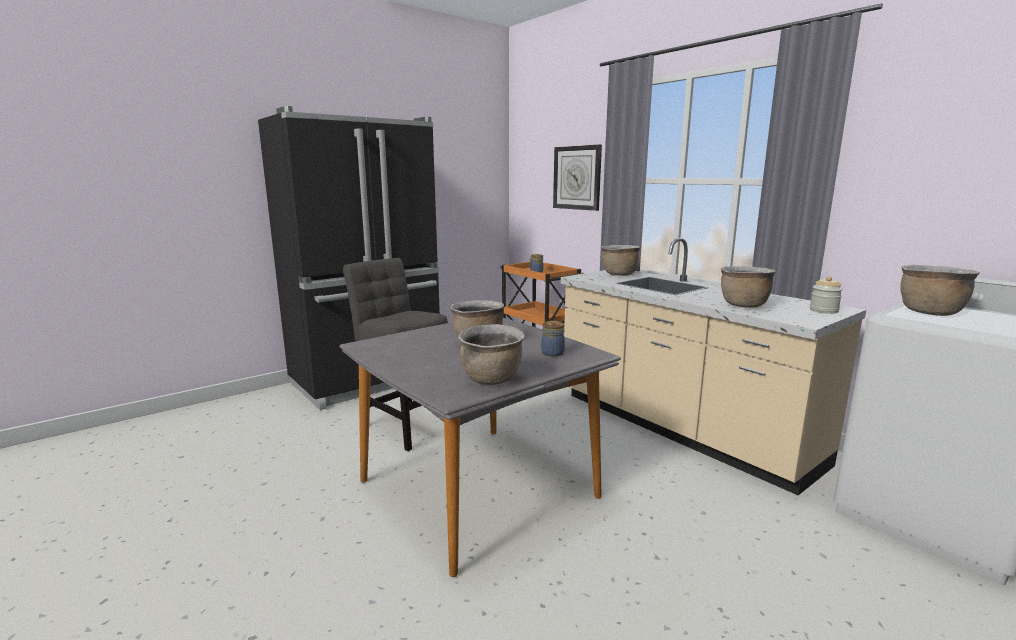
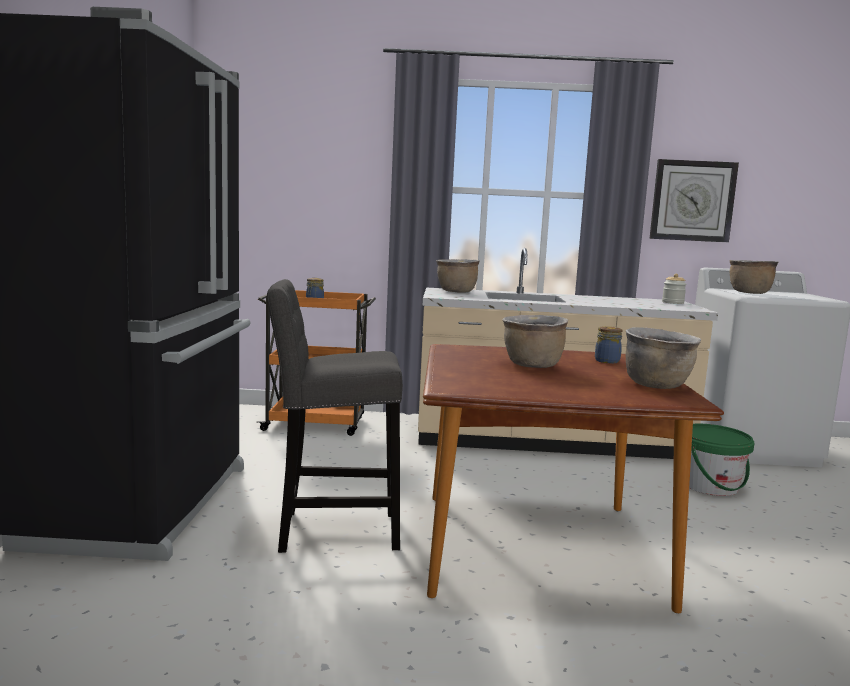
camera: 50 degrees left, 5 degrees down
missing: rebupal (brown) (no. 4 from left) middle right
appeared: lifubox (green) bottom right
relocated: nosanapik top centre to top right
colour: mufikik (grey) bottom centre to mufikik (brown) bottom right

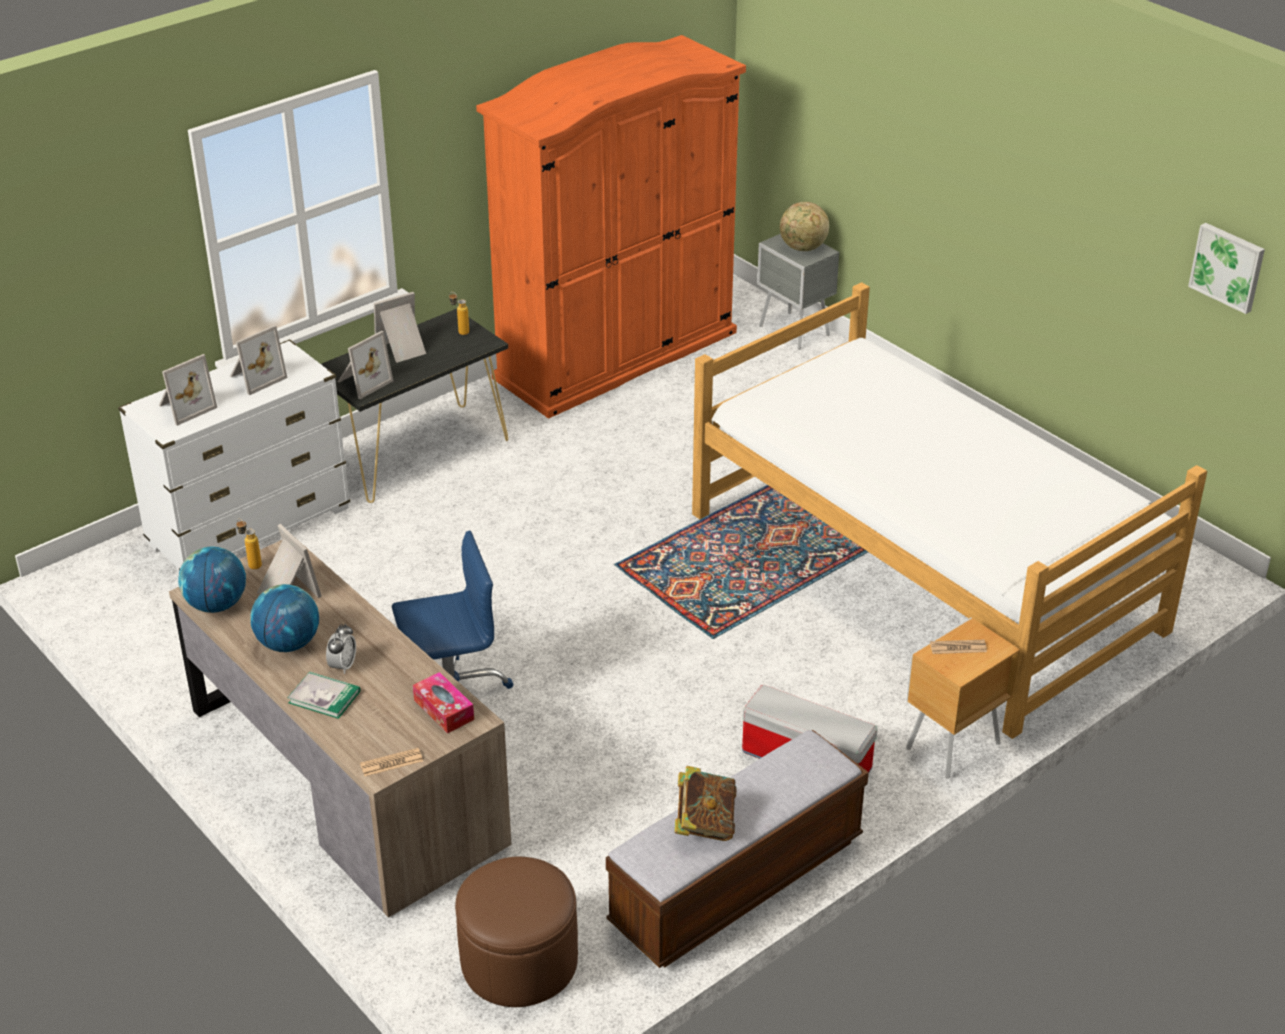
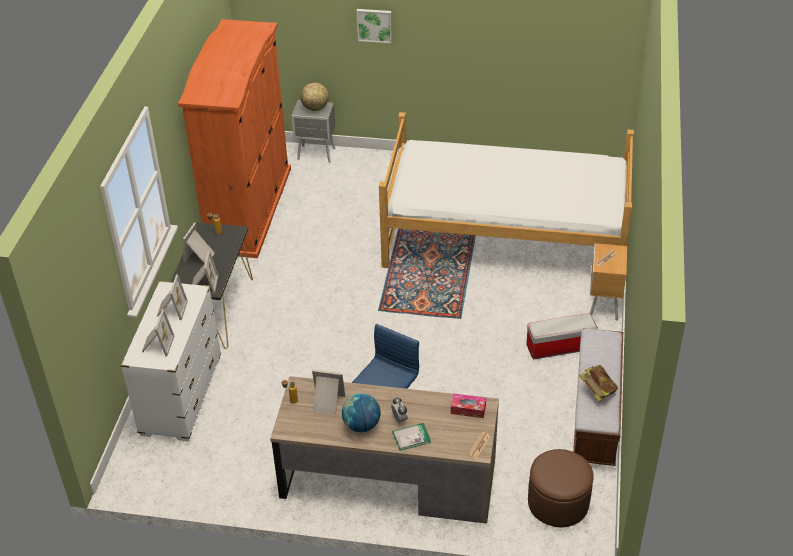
camera: 40 degrees left, 5 degrees up
missing: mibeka (no. 1 from left) middle left
relocated: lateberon top right to top centre

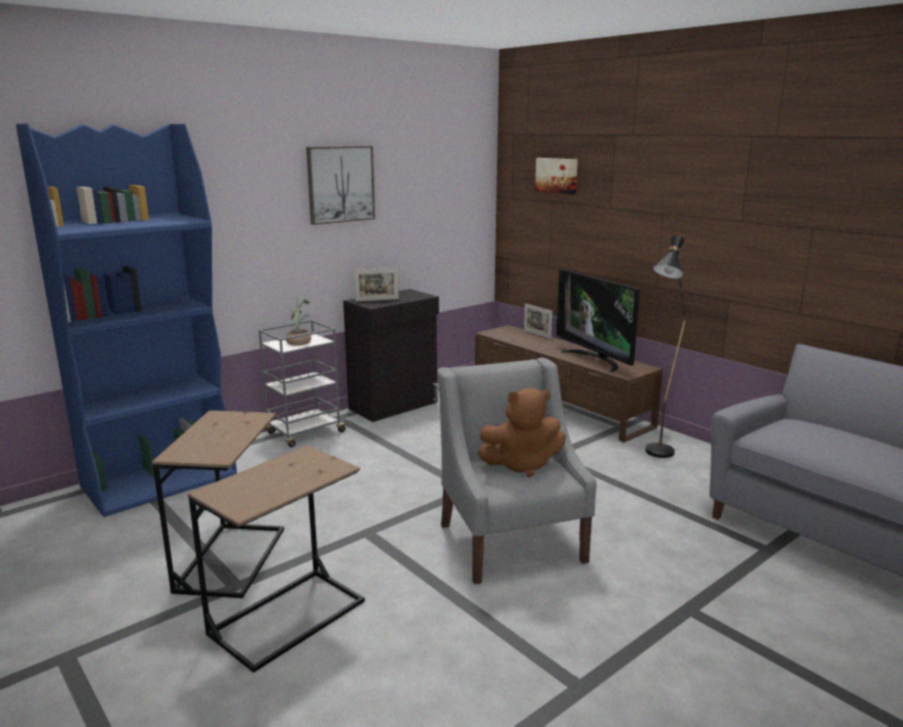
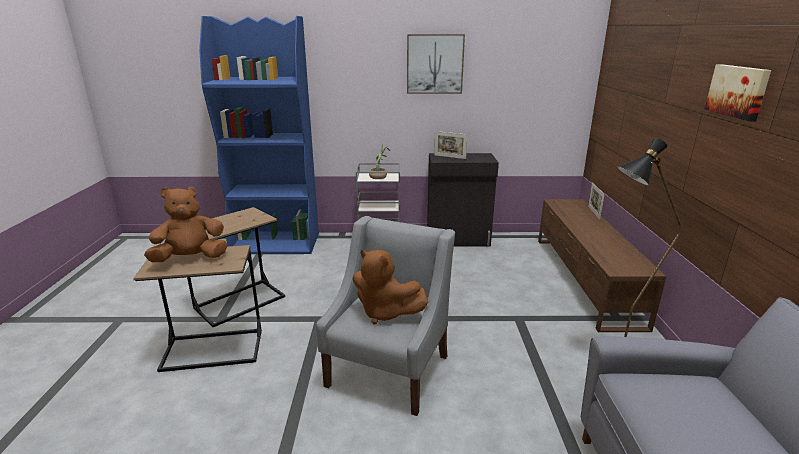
camera: 40 degrees right, 5 degrees up
missing: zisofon centre
appeared: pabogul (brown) (no. 1 from left) middle left
relocated: lateberon (no. 2 from left) top centre to top right

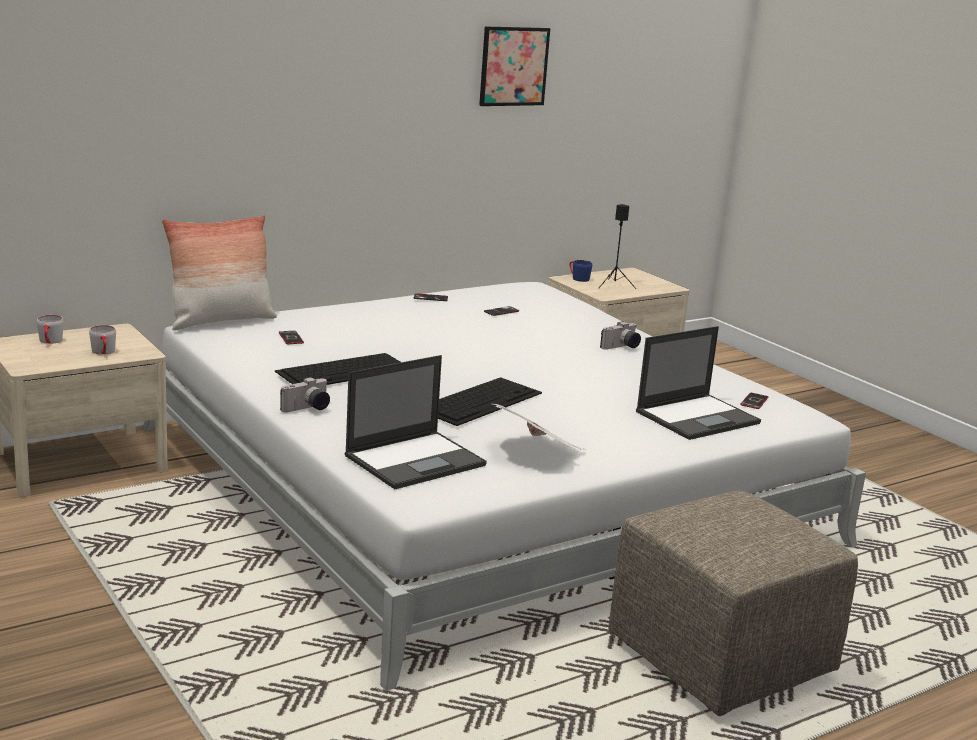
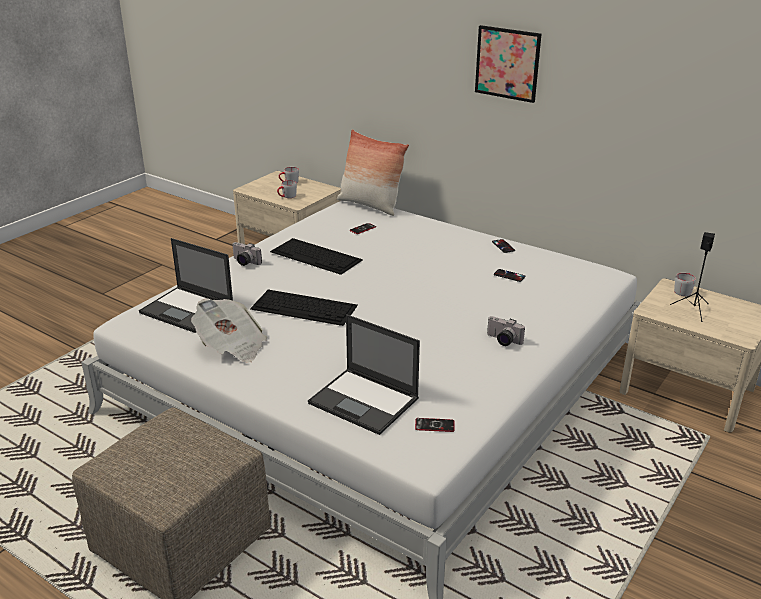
camera: 70 degrees right, 10 degrees up
relocated: lateberon top centre to top right
colour: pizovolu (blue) centre to pizovolu (grey) (no. 3 from left) middle right

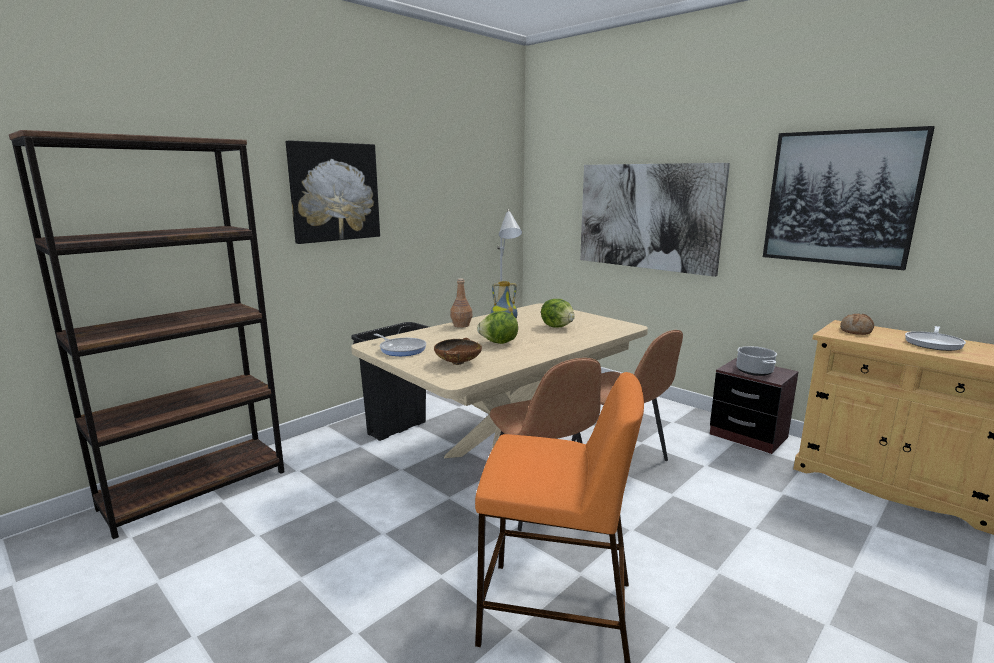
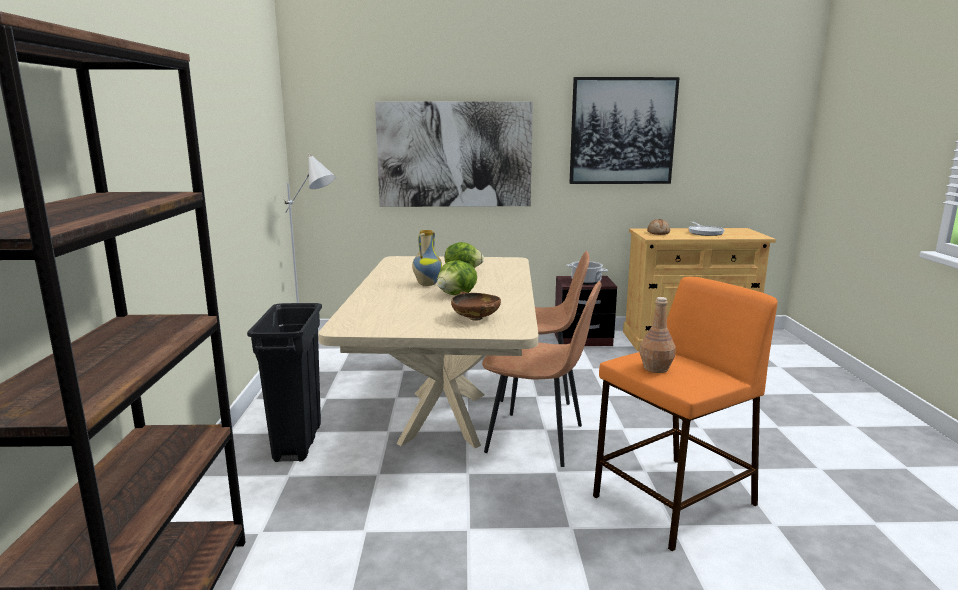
camera: 45 degrees left, 0 degrees up
missing: lateberon (no. 1 from left) top centre; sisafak (no. 1 from left) centre
relocated: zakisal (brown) centre to middle right

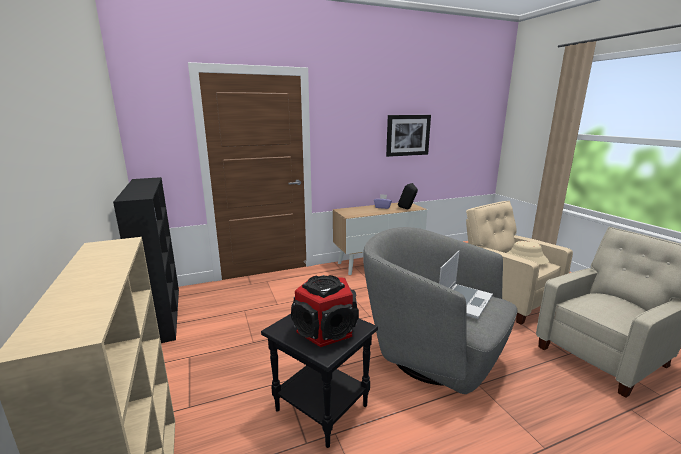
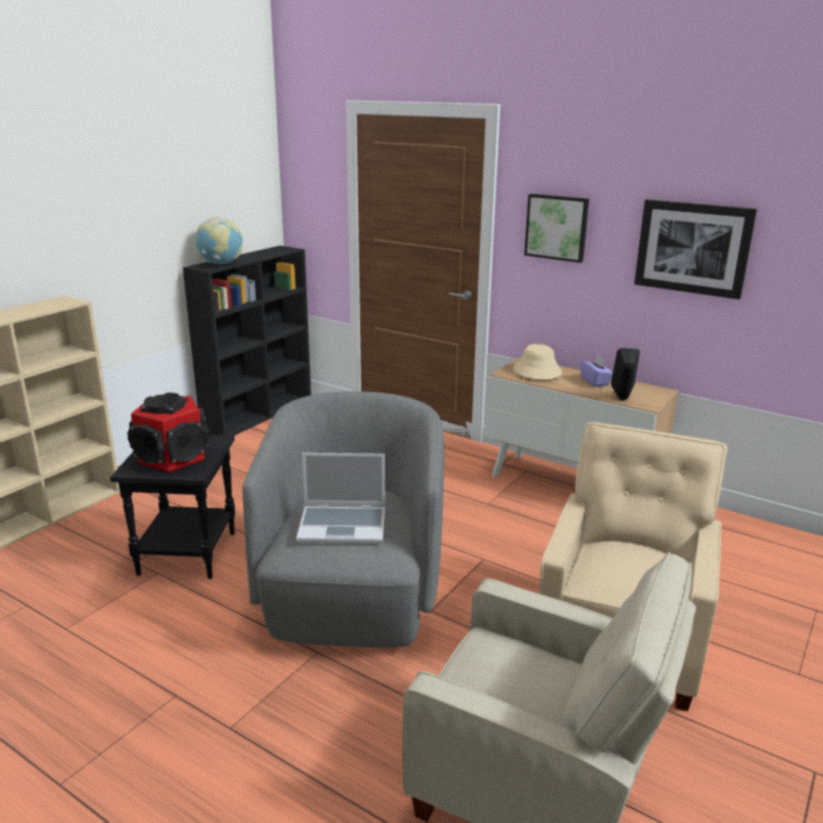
camera: 55 degrees right, 5 degrees up
appeared: mibeka top left; lateberon (no. 1 from left) top right
relocated: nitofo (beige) middle right to centre

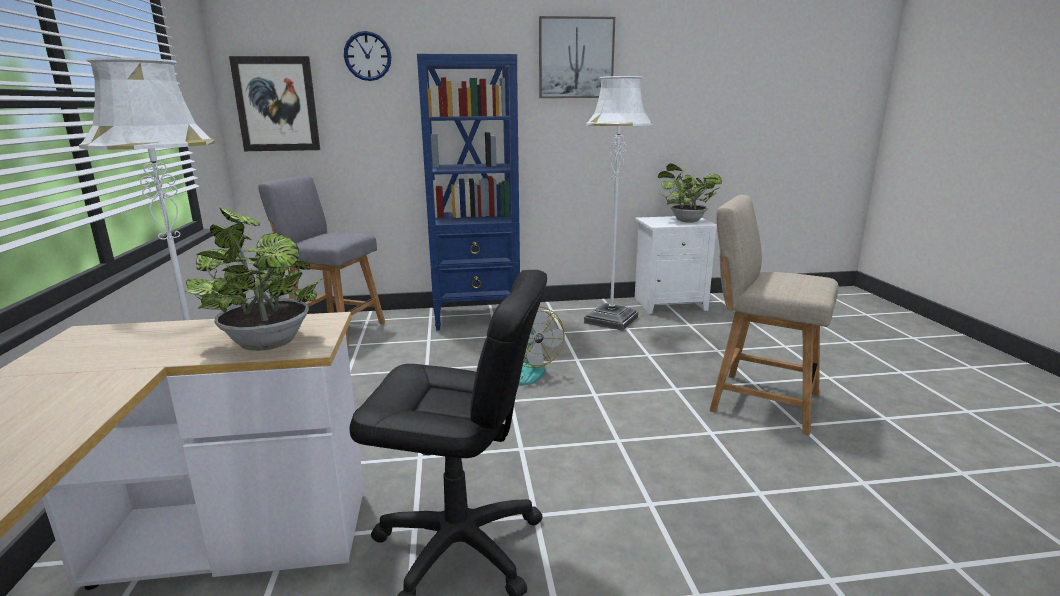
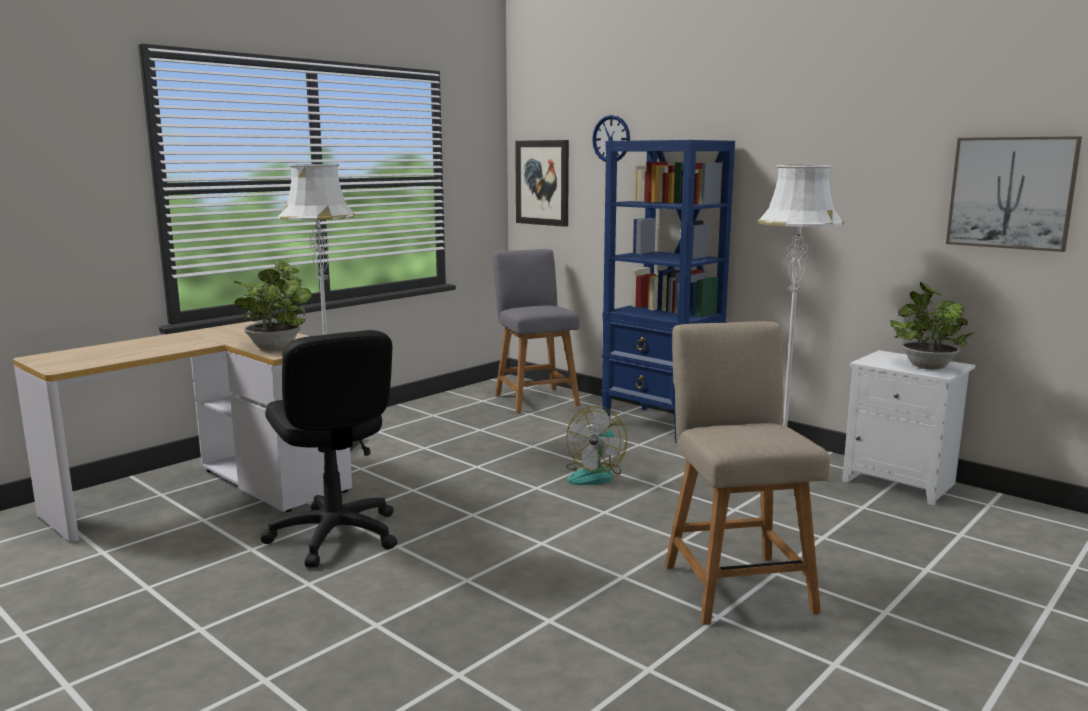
camera: 50 degrees right, 5 degrees down
relocated: lateberon (no. 2 from left) top centre to top right

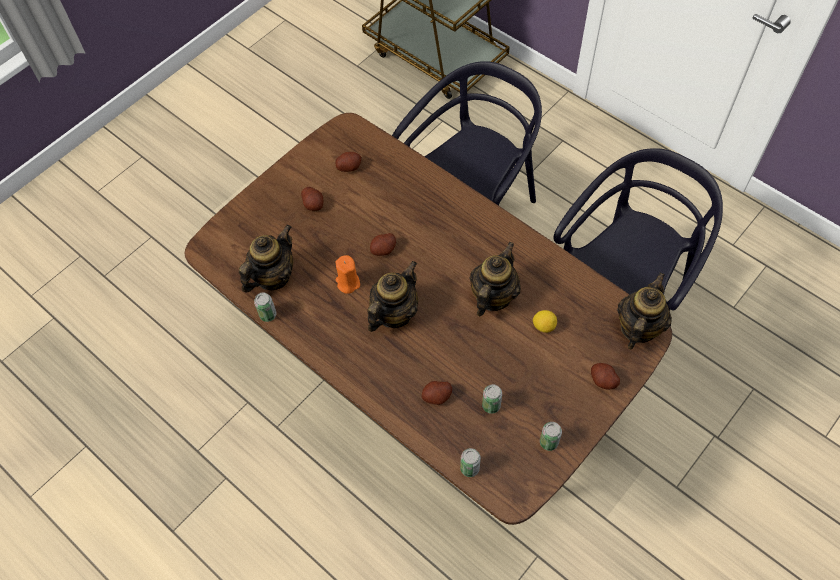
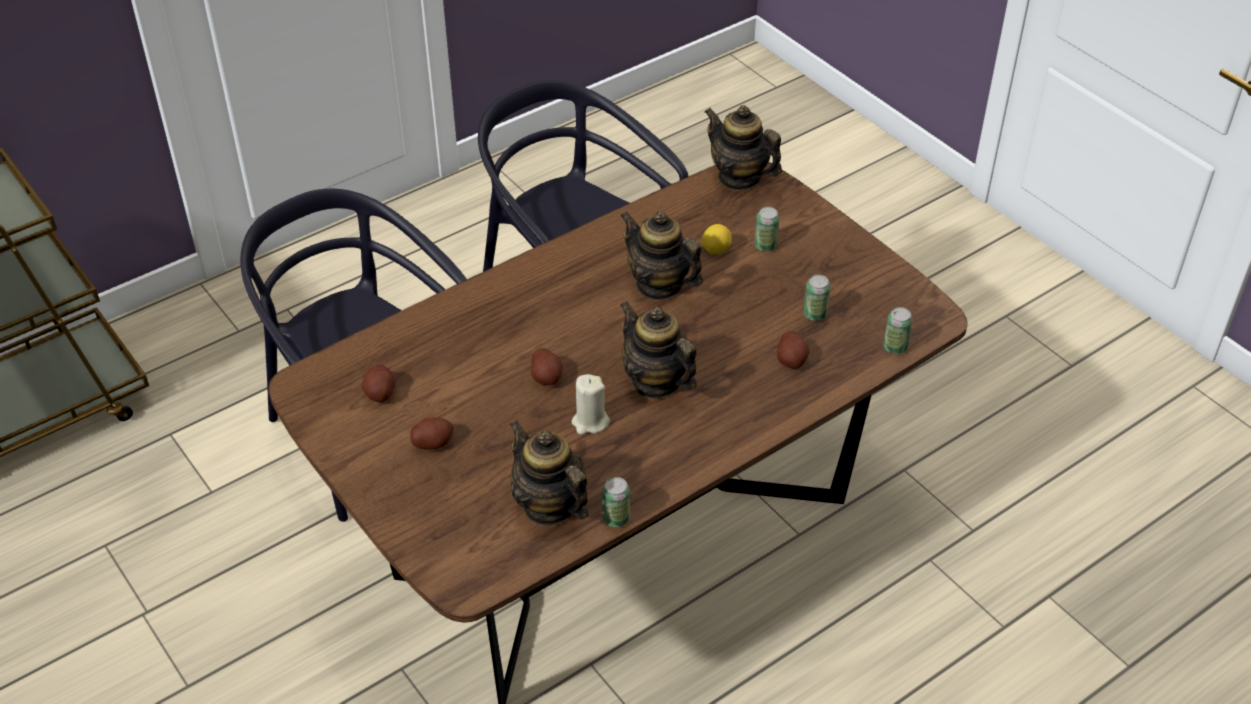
camera: 80 degrees left, 15 degrees down
missing: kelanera (no. 5 from left) middle right
relocated: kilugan (no. 4 from left in the first image) bottom centre to kilugan (no. 2 from left) top centre
colour: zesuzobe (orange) centre to zesuzobe (beige) centre

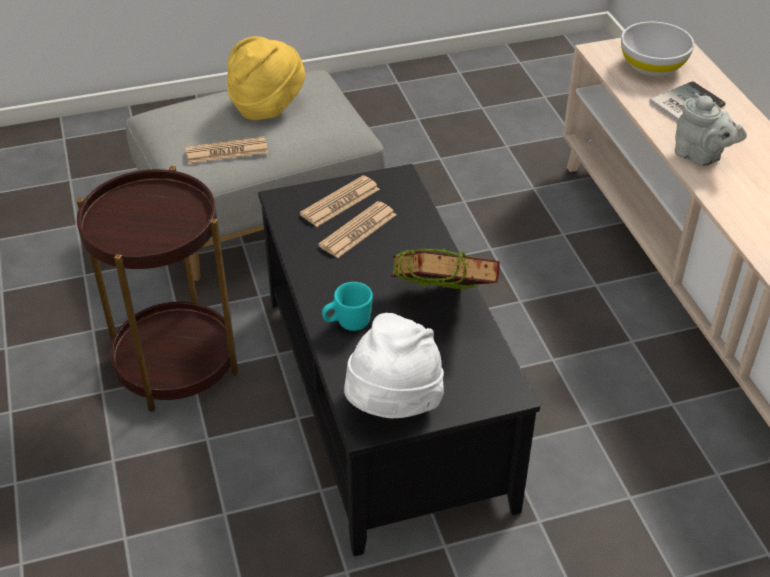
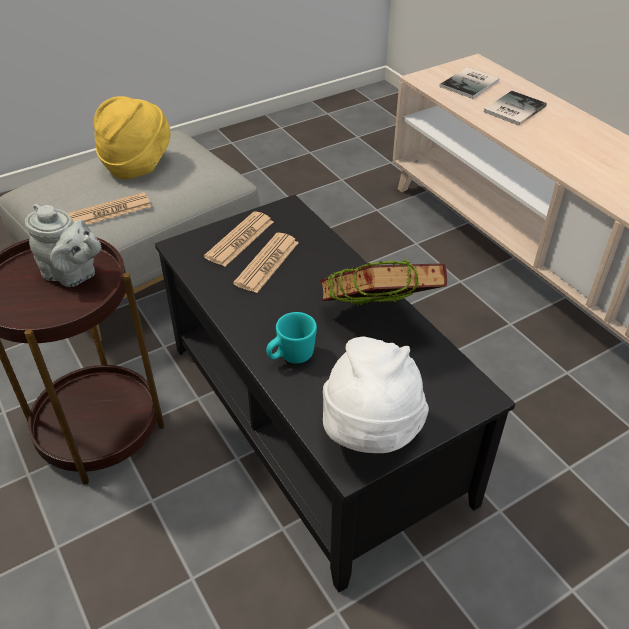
camera: 15 degrees left, 0 degrees up
relocated: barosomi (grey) top right to middle left
exchanged: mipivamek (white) top right to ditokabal (no. 2 from left) top right

